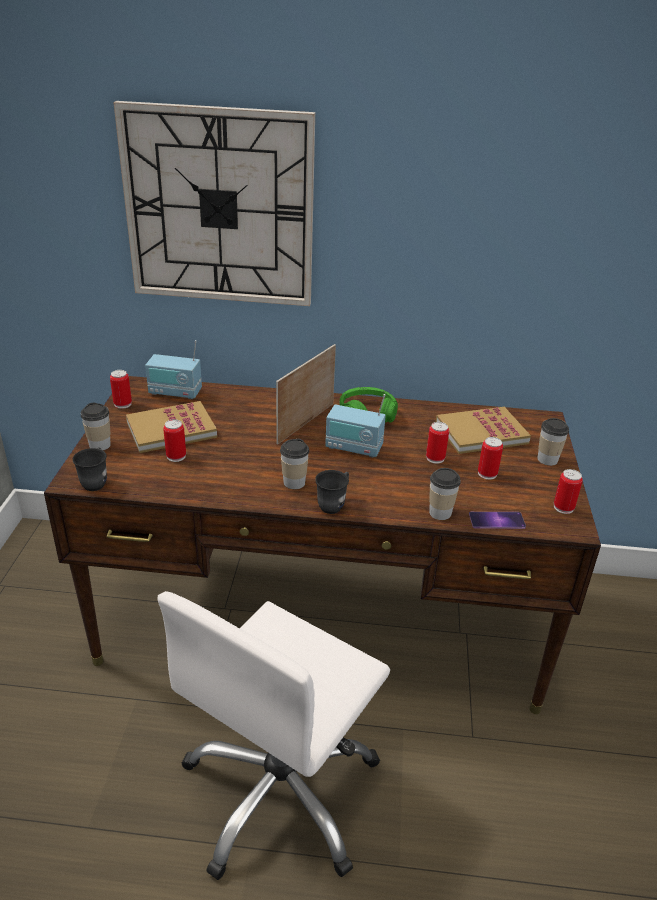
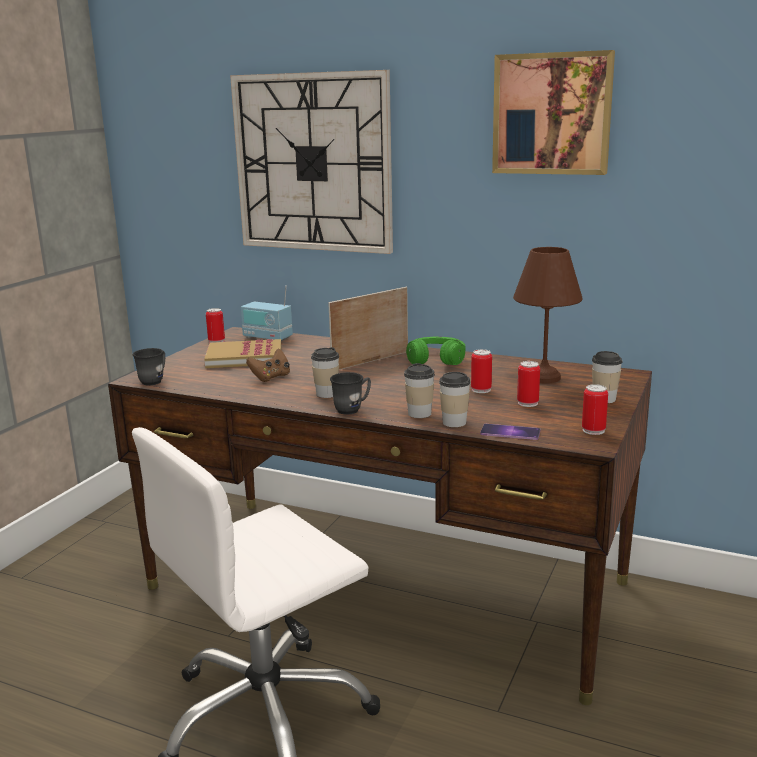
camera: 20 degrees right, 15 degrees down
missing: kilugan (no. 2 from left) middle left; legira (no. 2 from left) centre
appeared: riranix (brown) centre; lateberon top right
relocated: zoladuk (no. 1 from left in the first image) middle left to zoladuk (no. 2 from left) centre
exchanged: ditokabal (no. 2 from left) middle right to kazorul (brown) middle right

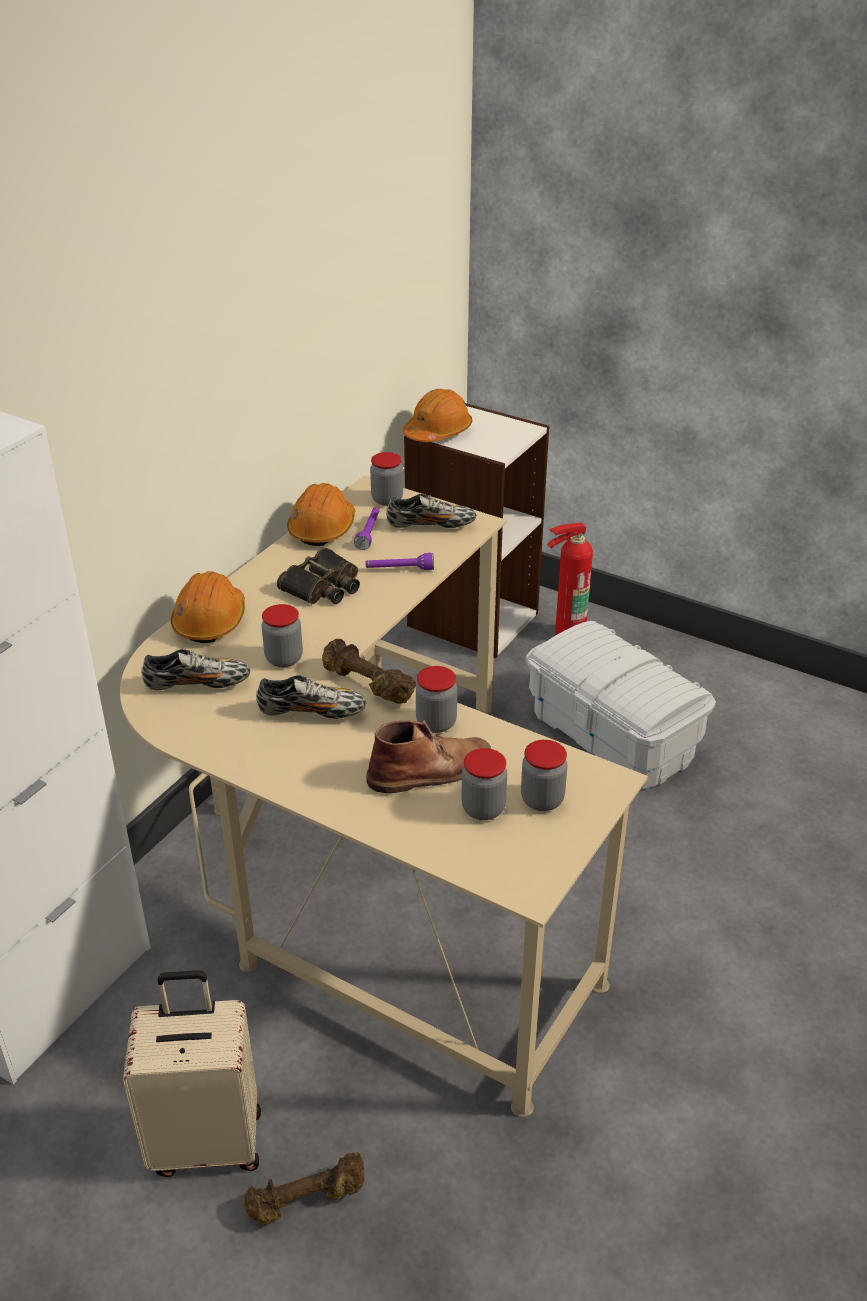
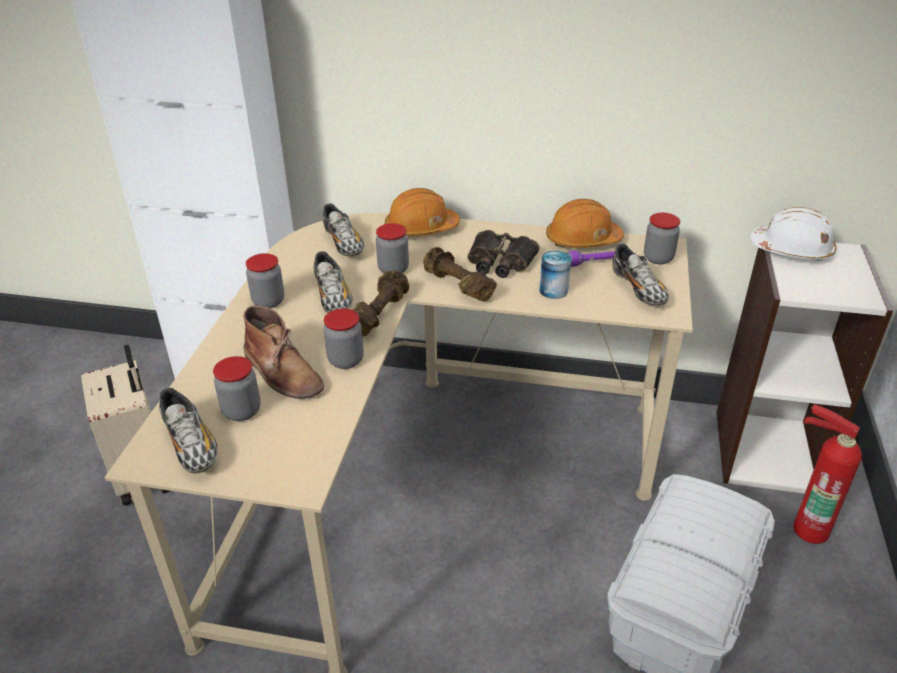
camera: 70 degrees right, 0 degrees up
appeared: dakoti (no. 1 from left) middle left
relocated: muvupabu (no. 5 from left in the first image) centre to muvupabu (no. 2 from left) middle left; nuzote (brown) (no. 1 from left in the first image) bottom centre to nuzote (brown) (no. 2 from left) centre
exchanged: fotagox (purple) (no. 2 from left) centre to kilugan centre
colour: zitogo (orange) (no. 3 from left) top centre to zitogo (white) middle right

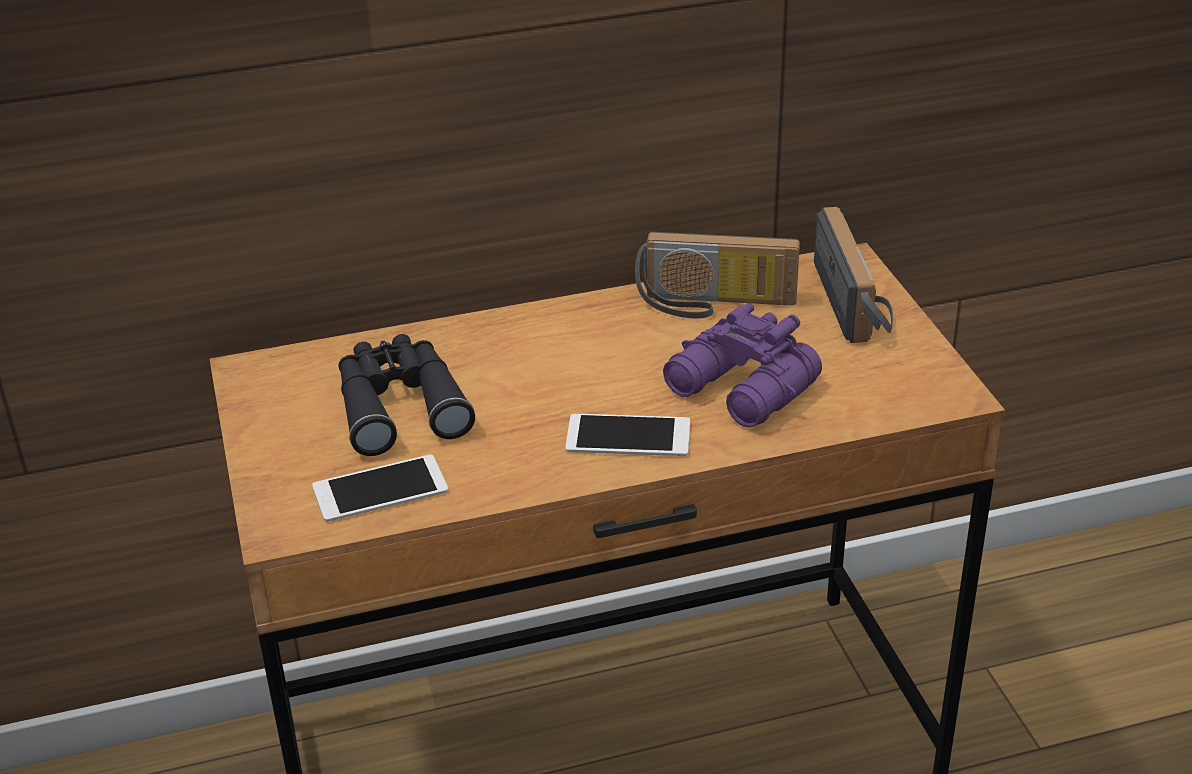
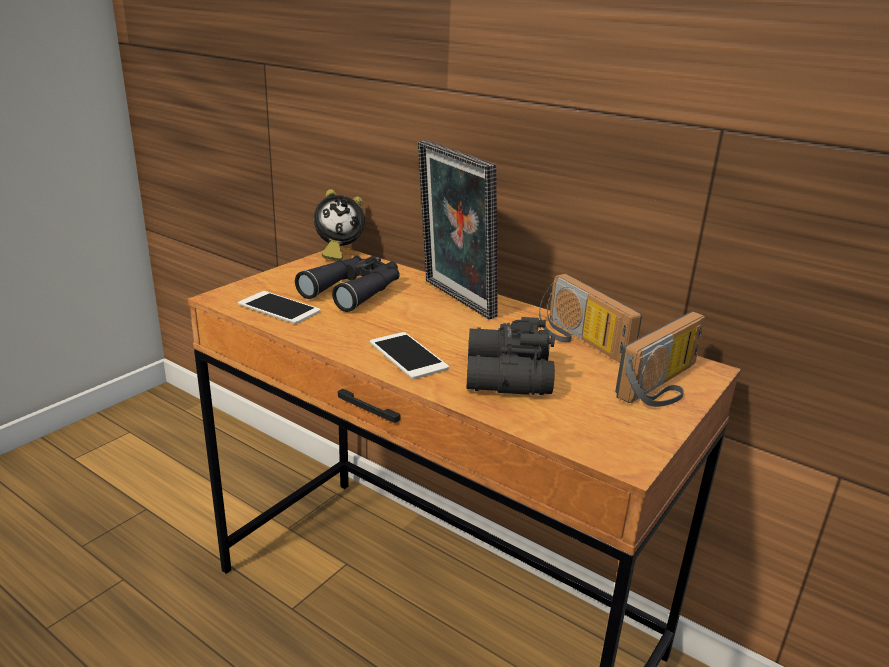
camera: 50 degrees right, 10 degrees down
appeared: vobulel centre; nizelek centre
colour: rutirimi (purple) centre to rutirimi (black) (no. 2 from left) centre

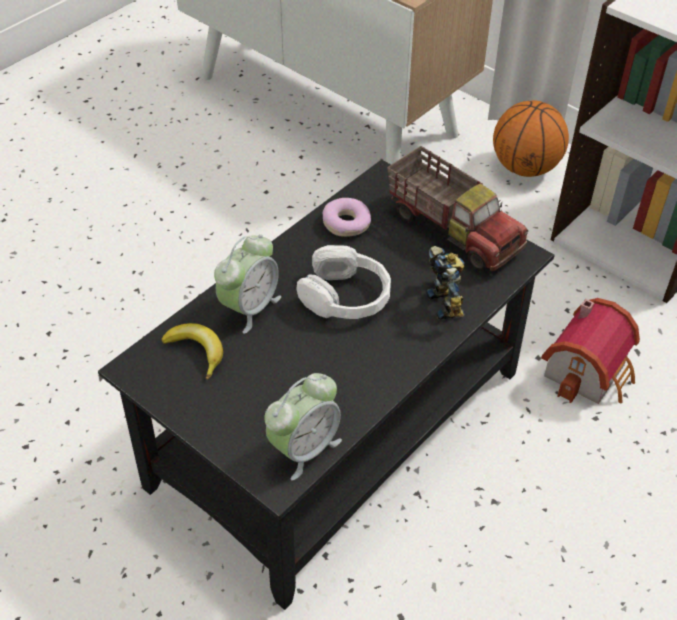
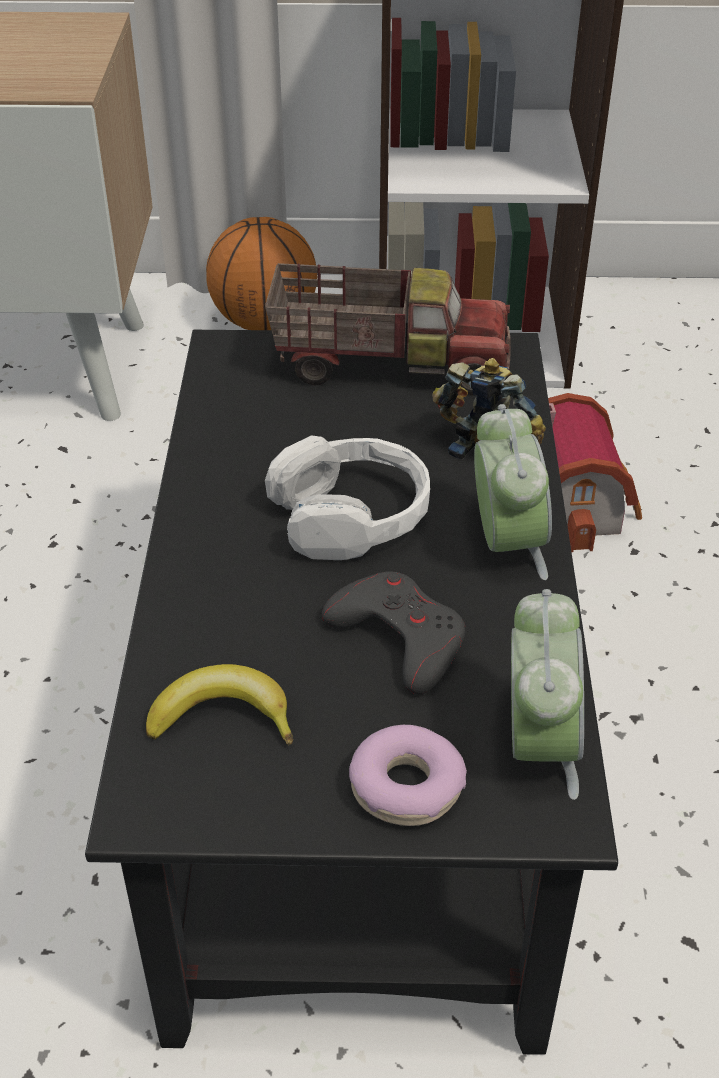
camera: 40 degrees left, 5 degrees down
appeared: riranix (grey) centre
relocated: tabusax centre to bottom centre; vobulel (no. 1 from left) centre to middle right

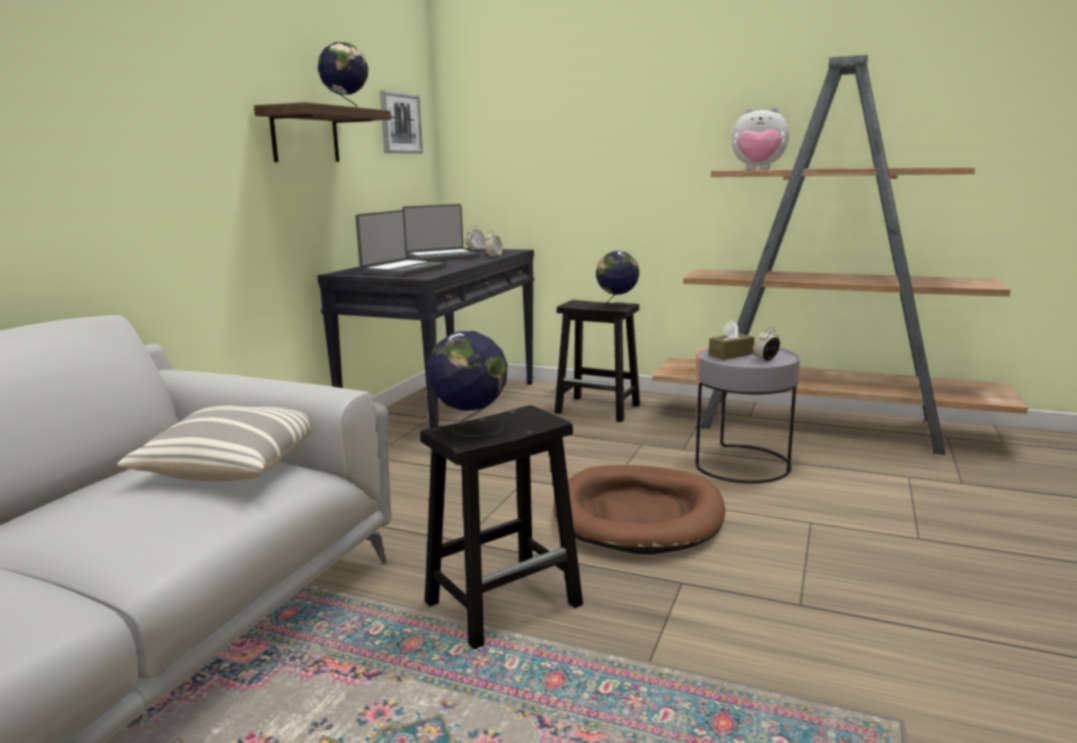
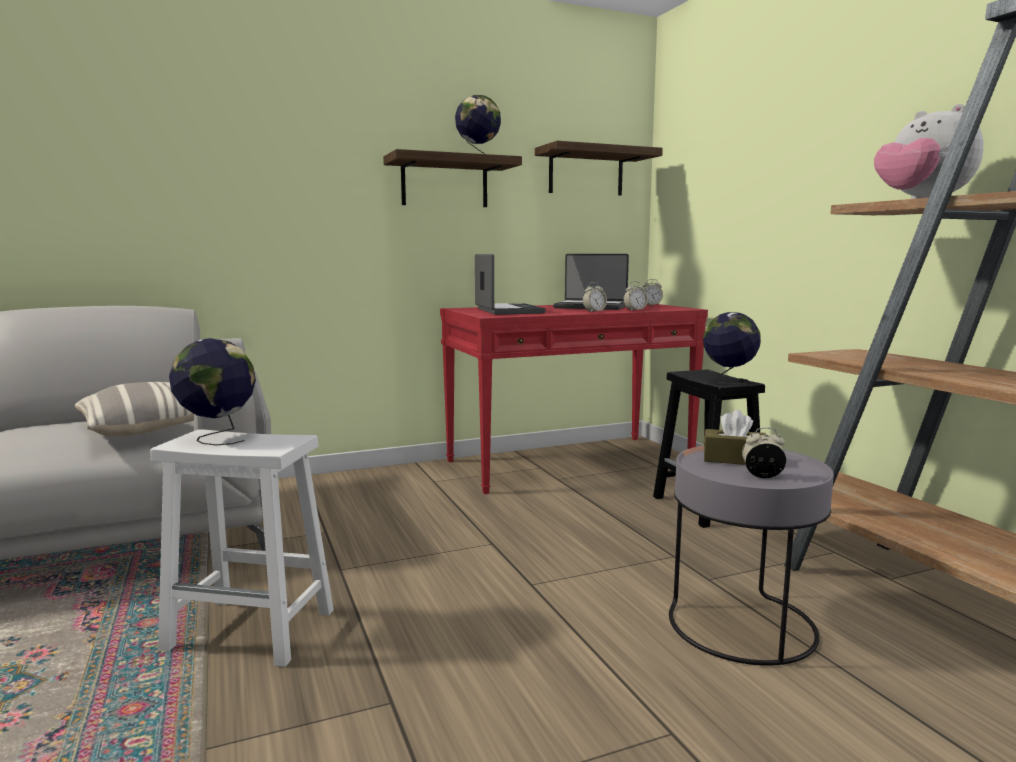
camera: 45 degrees right, 5 degrees down
missing: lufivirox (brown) bottom centre
appeared: vobulel (no. 1 from left) centre
exchanged: lateberon top centre to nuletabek (no. 2 from left) top centre
colour: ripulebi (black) (no. 1 from left) bottom centre to ripulebi (white) bottom left; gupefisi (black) centre to gupefisi (red) centre
spun: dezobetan (no. 1 from left) top centre = centre 90 degrees counterclockwise

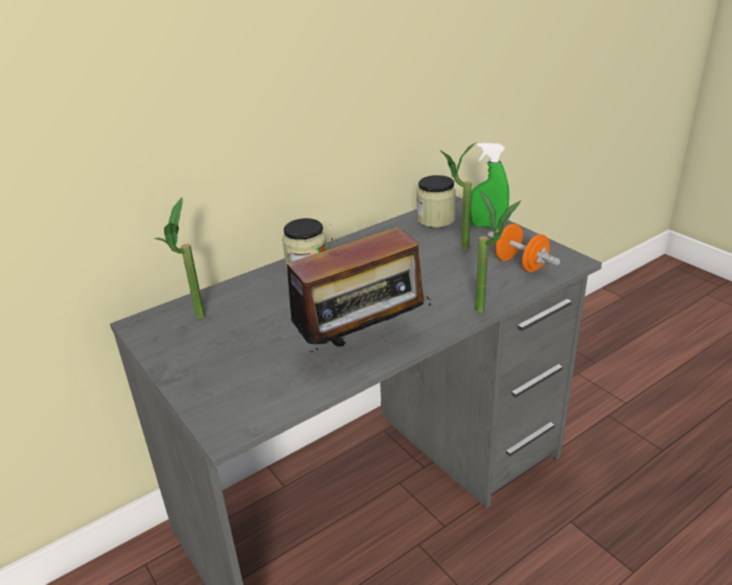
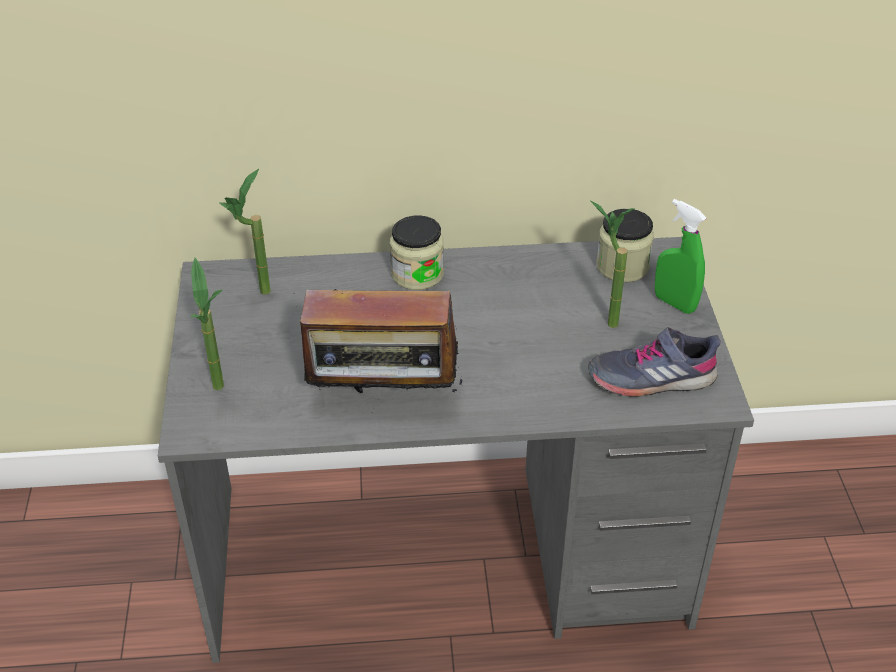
camera: 30 degrees right, 10 degrees up
relocated: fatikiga (no. 3 from left in the first image) middle right to fatikiga (no. 1 from left) middle left
exchanged: nuzote (orange) middle right to dakoti (grey) middle right

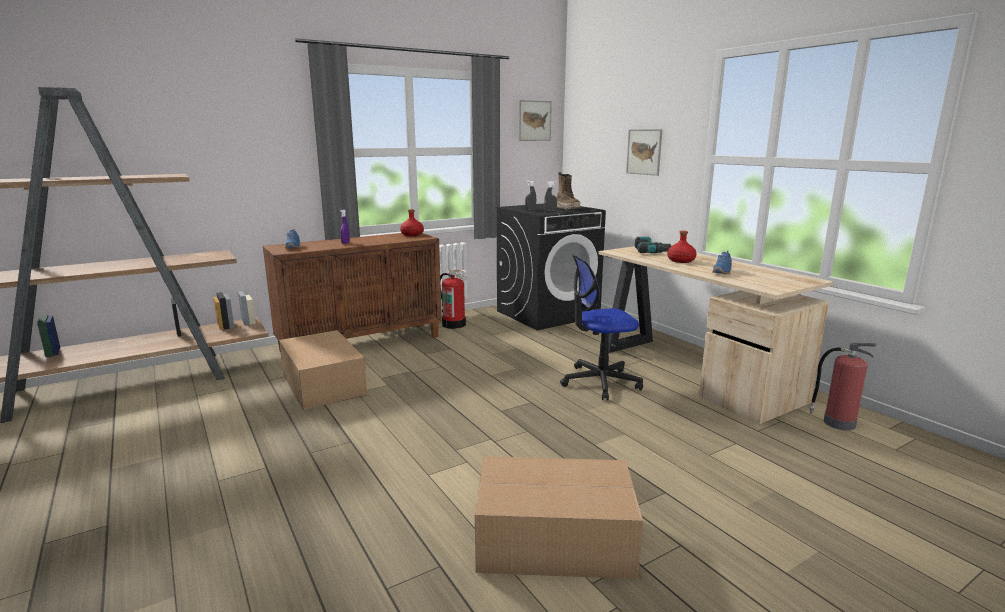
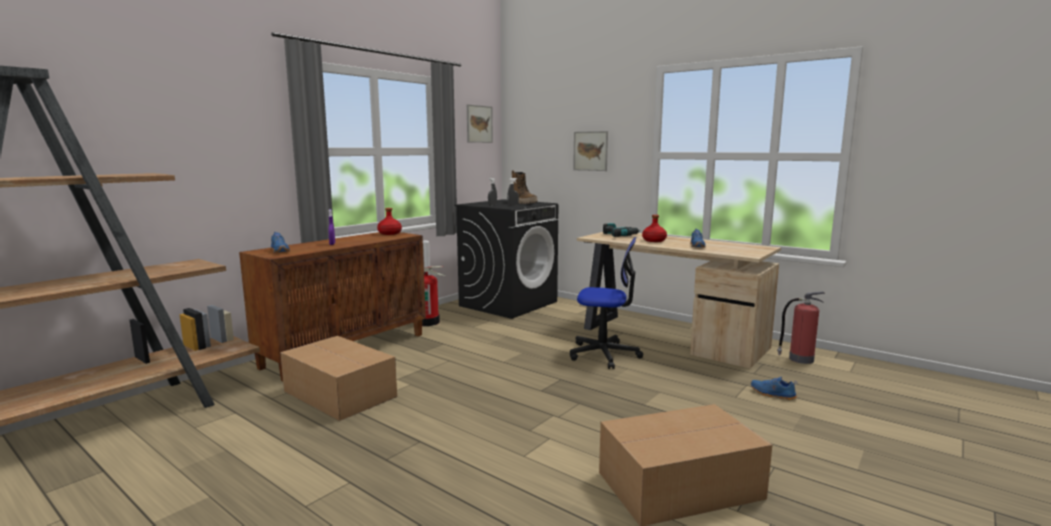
camera: 20 degrees left, 5 degrees down
appeared: dakoti (blue) (no. 3 from left) bottom right
spun: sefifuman centre = centre 135 degrees counterclockwise

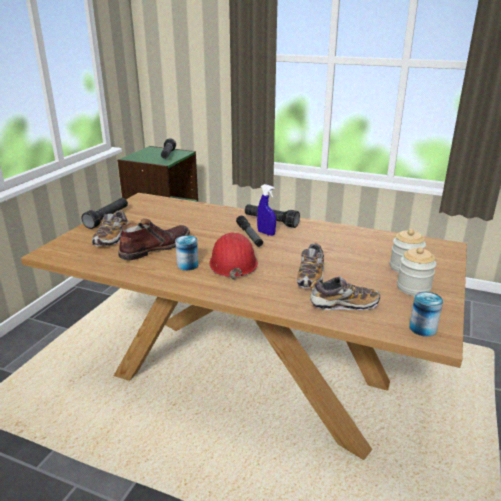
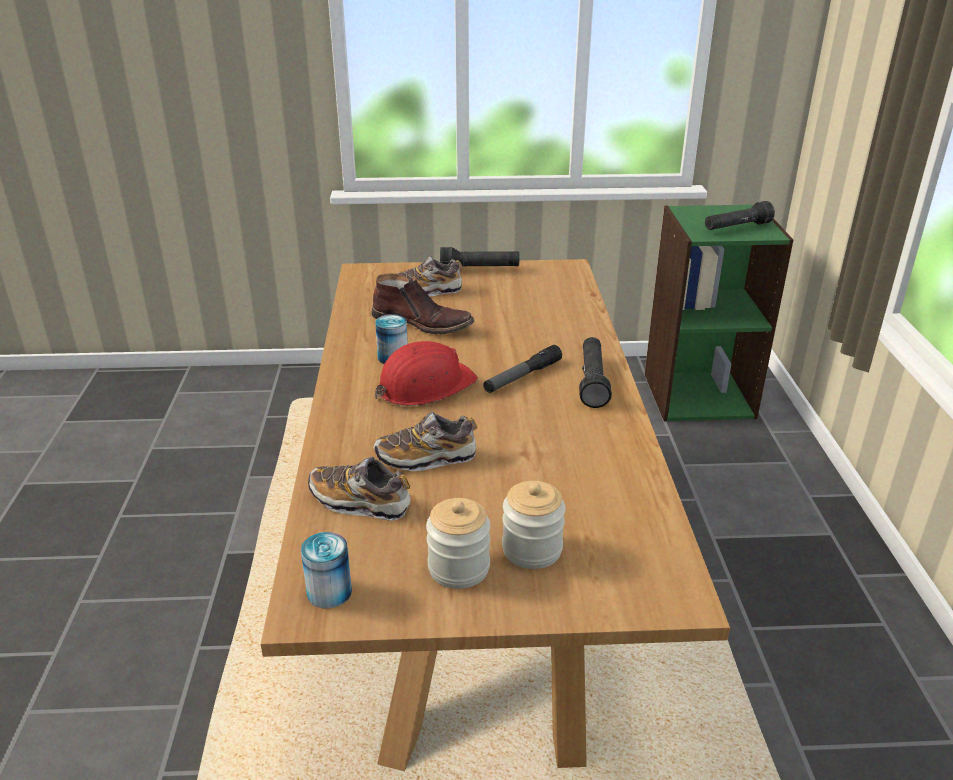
camera: 65 degrees right, 5 degrees up
missing: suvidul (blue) centre
spun: dakoti (no. 3 from left in the first image) middle right = centre 135 degrees clockwise

